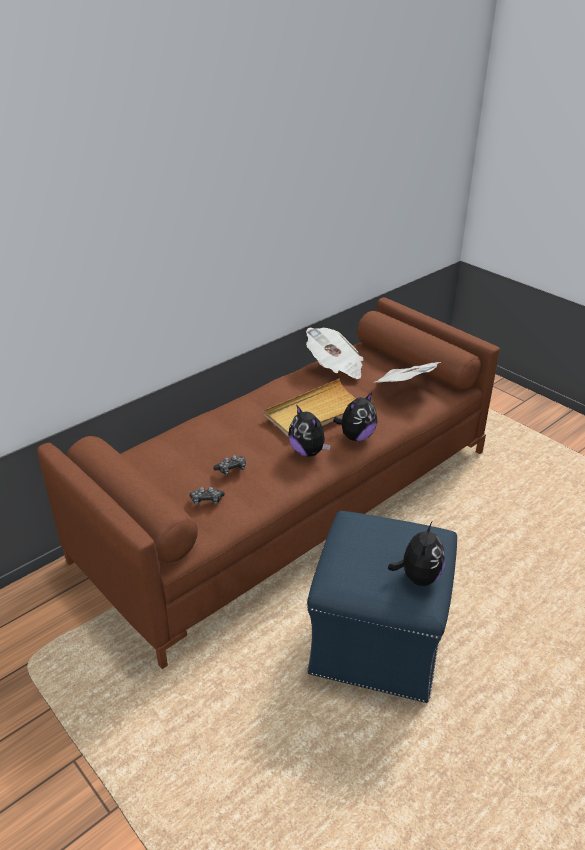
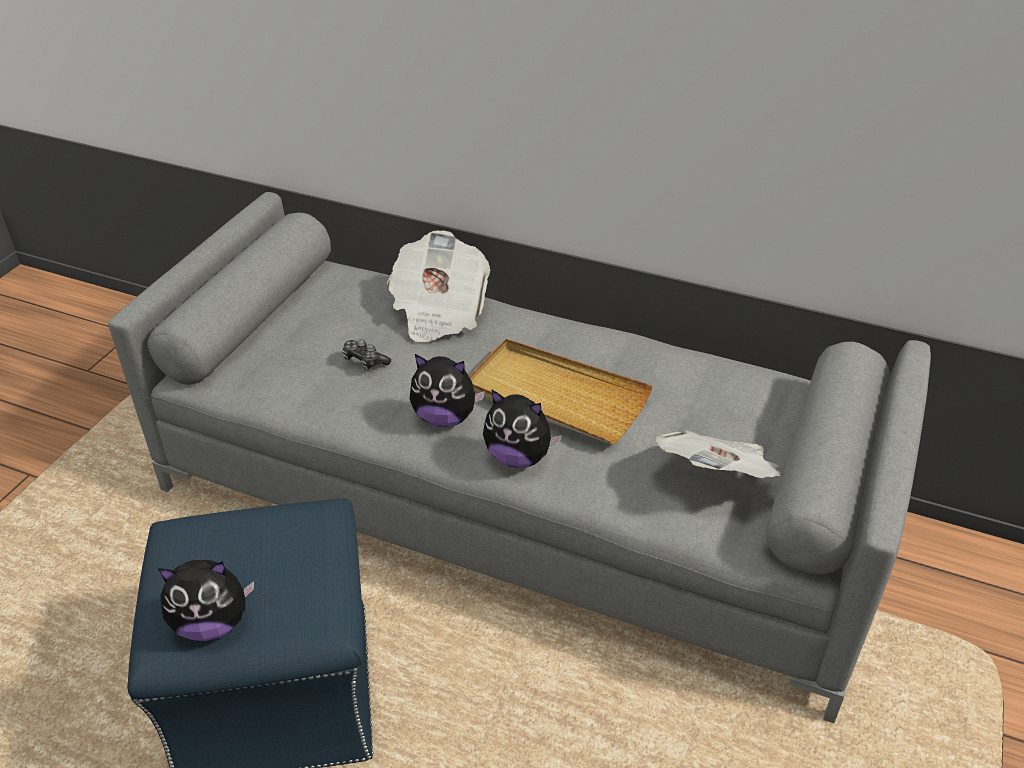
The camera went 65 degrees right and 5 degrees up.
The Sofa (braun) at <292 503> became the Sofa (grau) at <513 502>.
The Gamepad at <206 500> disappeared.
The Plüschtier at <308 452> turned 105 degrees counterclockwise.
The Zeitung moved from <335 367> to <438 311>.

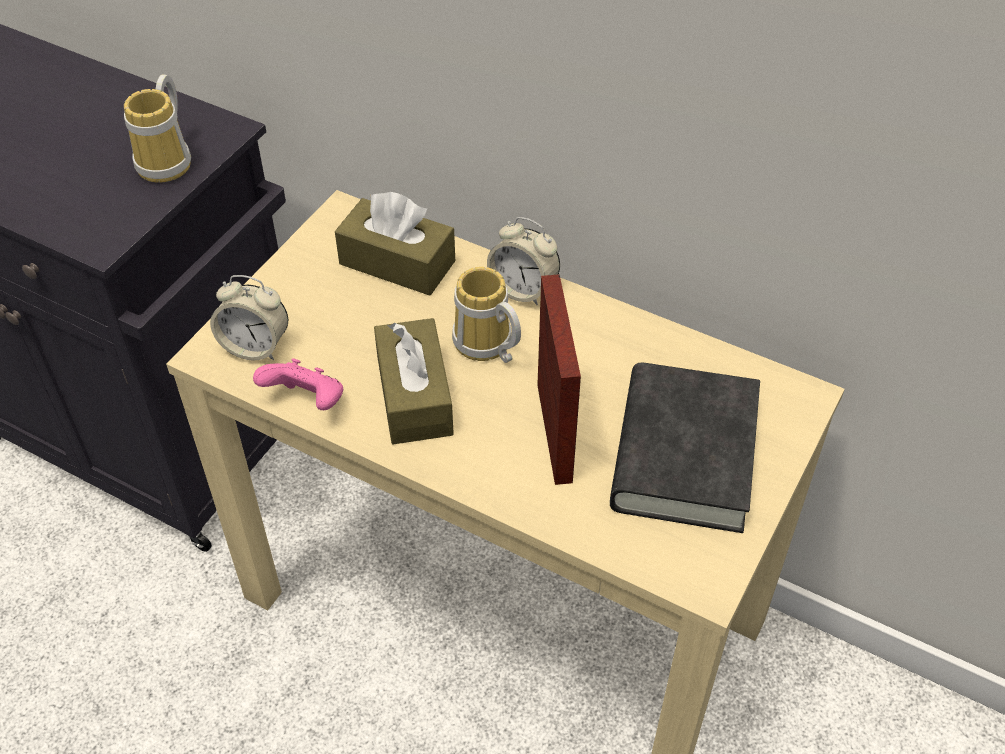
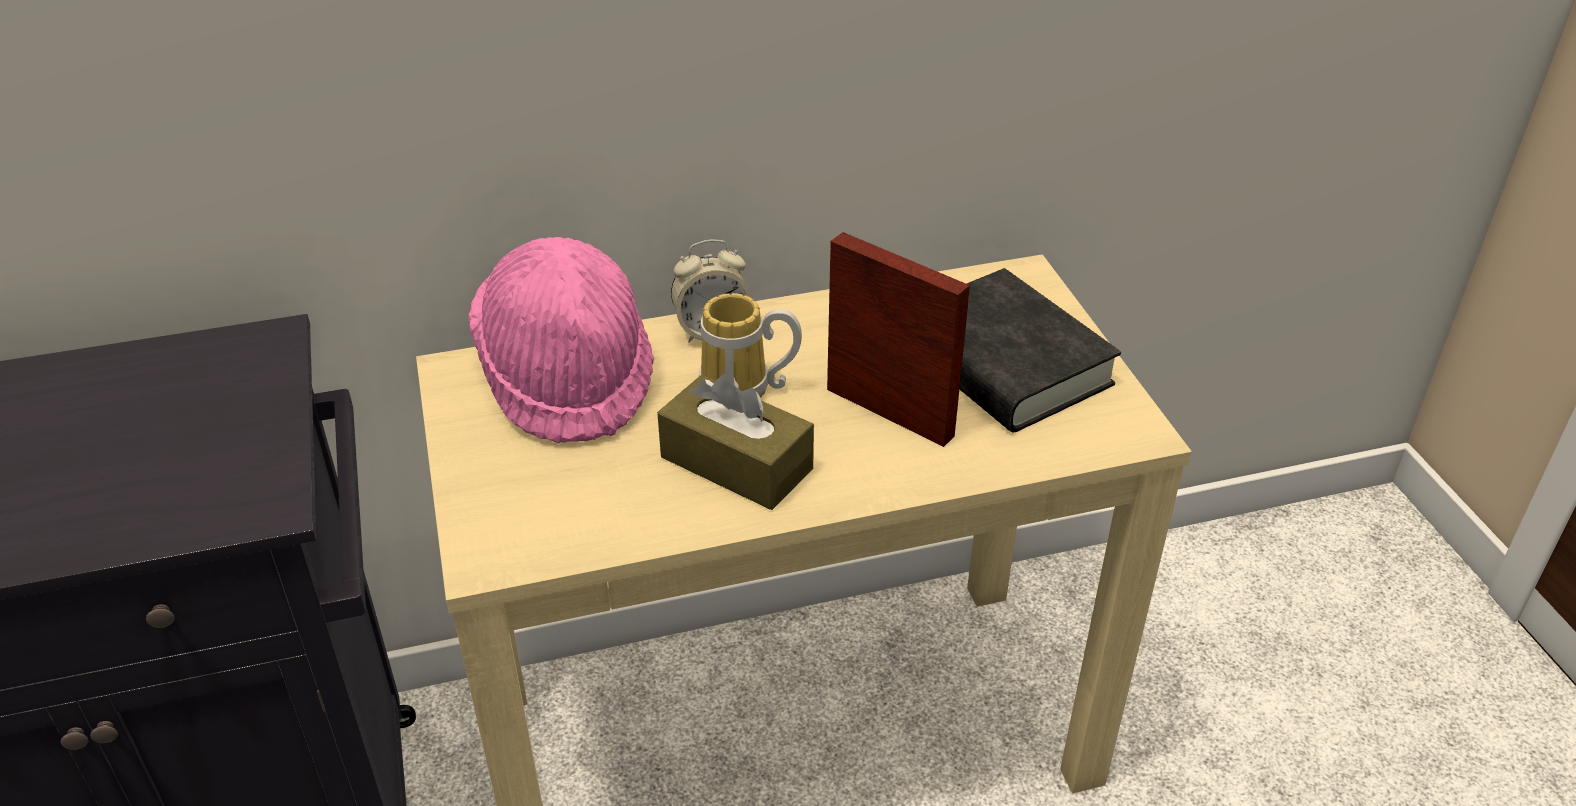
The camera went 45 degrees left and 10 degrees down.
The Henkelbecher at <170 161> disappeared.
The Wecker at <255 346> disappeared.
The Gamepad (rosa) at <307 402> disappeared.
The Taschentuchbox (braun) at <397 262> was replaced by the Hut (rosa) at <567 377>.

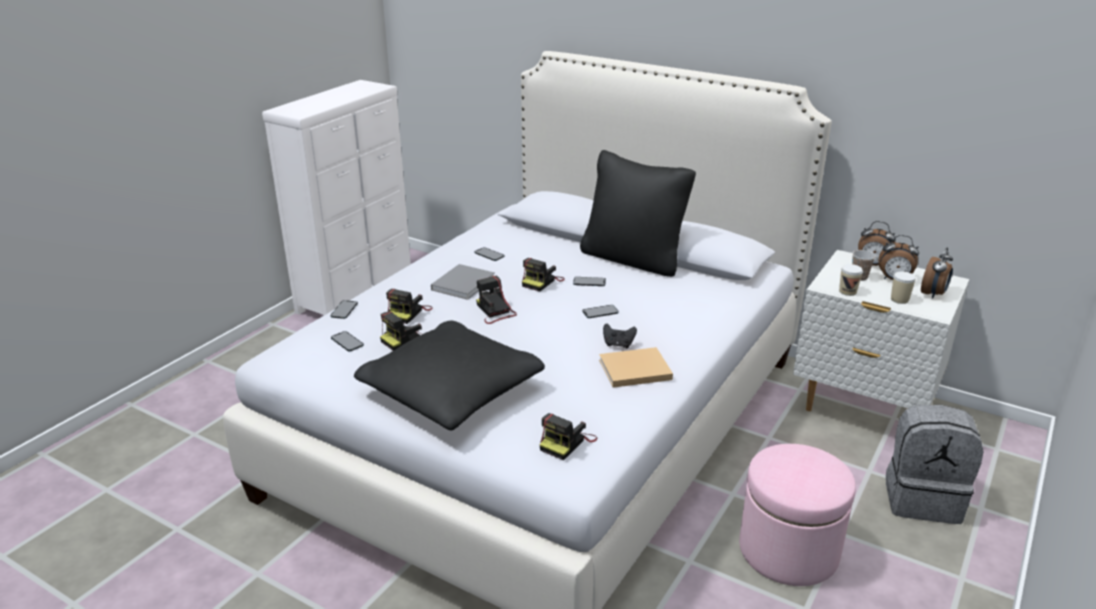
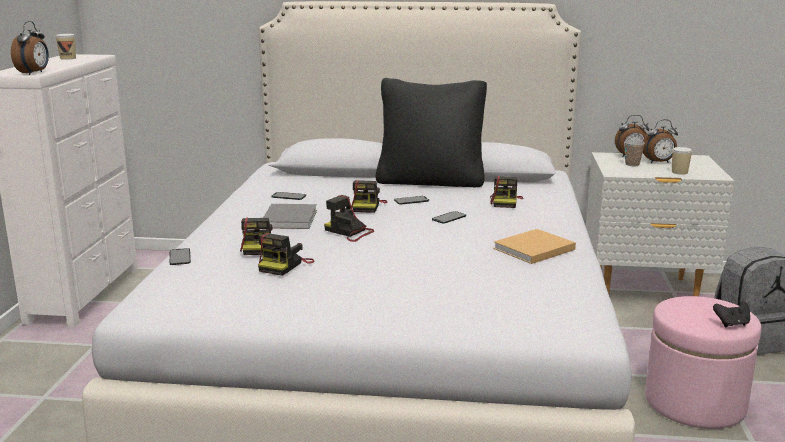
The camera went 25 degrees left and 10 degrees down.
The Handy at <347 341> disappeared.
The Kissen (schwarz) at <452 392> disappeared.
The Kamera moved from <566 442> to <505 202>.
The Gamepad (schwarz) moved from <618 344> to <732 324>.
The Tasse moved from <847 291> to <68 58>.
The Wecker moved from <933 294> to <34 73>.

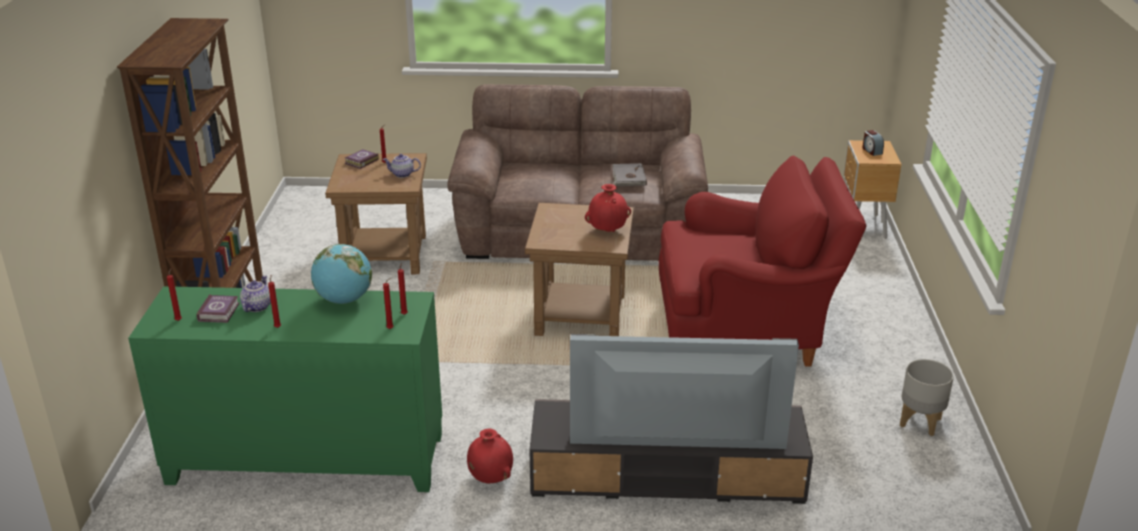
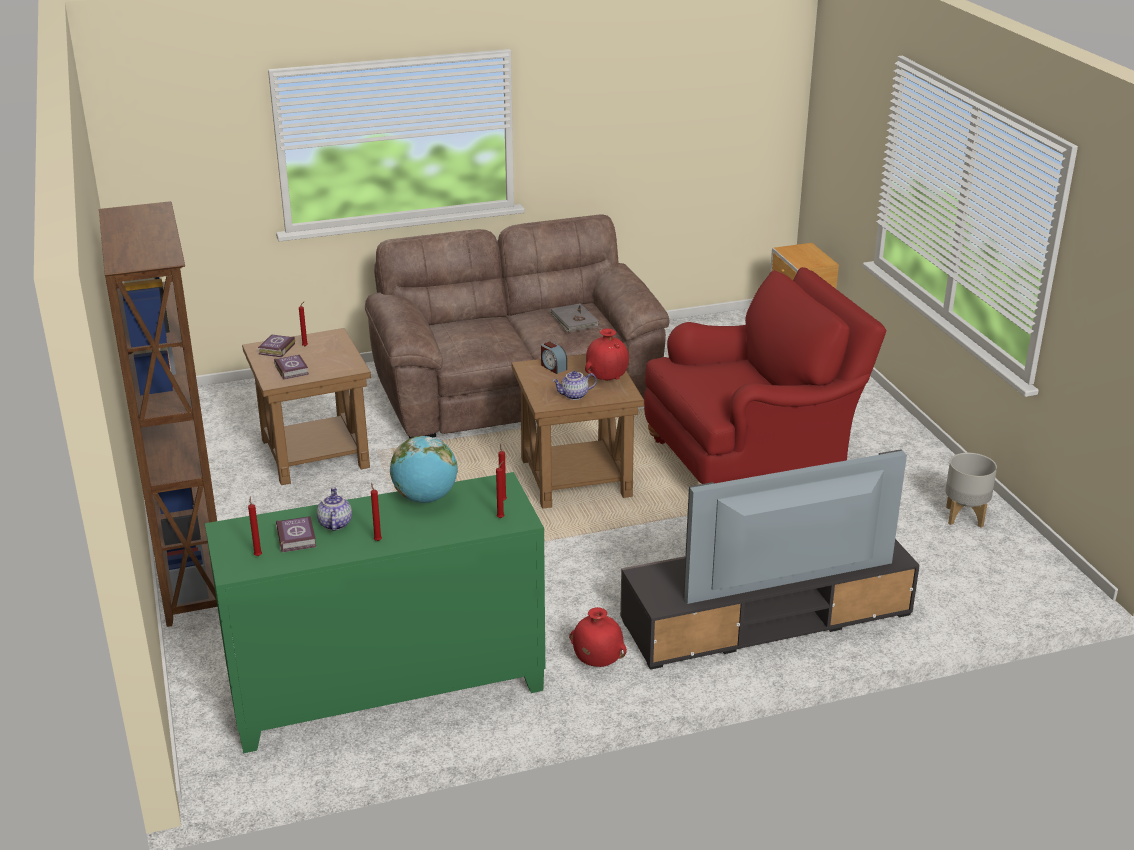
The camera went 20 degrees left and 0 degrees up.
The Teekanne moved from <402 174> to <574 396>.
The Wecker moved from <871 151> to <553 367>.
The Buch at <292 369> appeared.

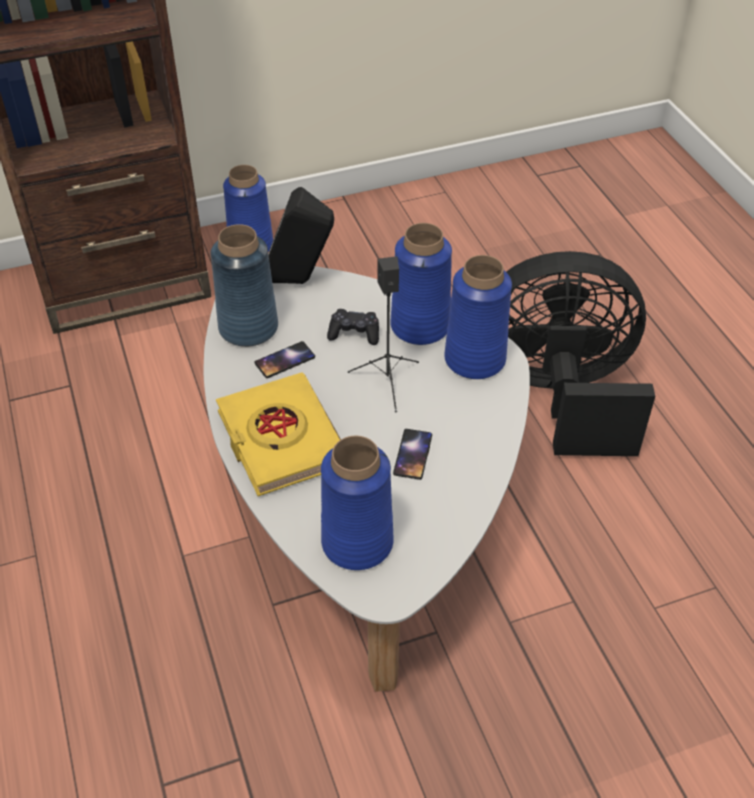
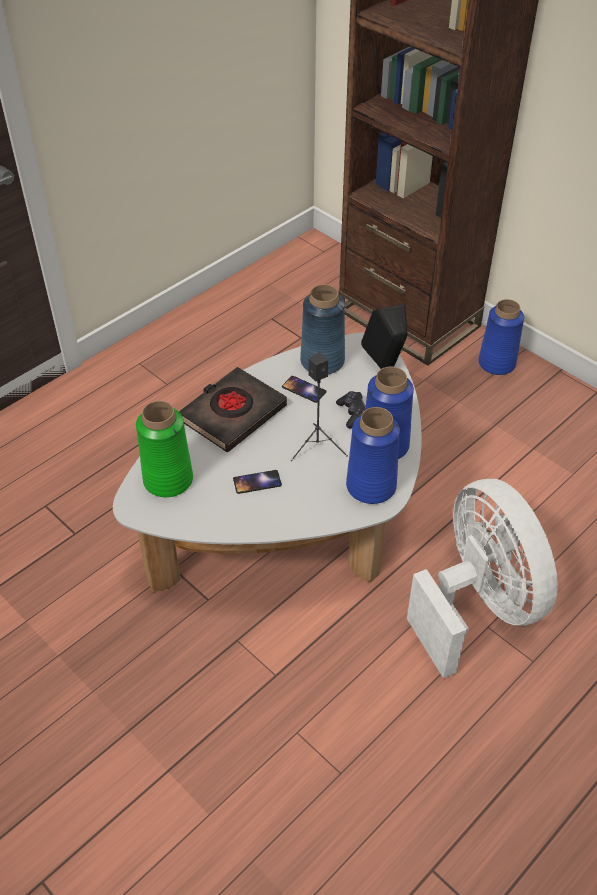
The camera went 65 degrees right and 0 degrees up.
The Buch (gelb) at <281 439> became the Buch (schwarz) at <232 414>.
The Vase (blau) at <356 542> became the Vase (grün) at <168 479>.
The Ventilator (schwarz) at <559 396> became the Ventilator (weiß) at <477 605>.

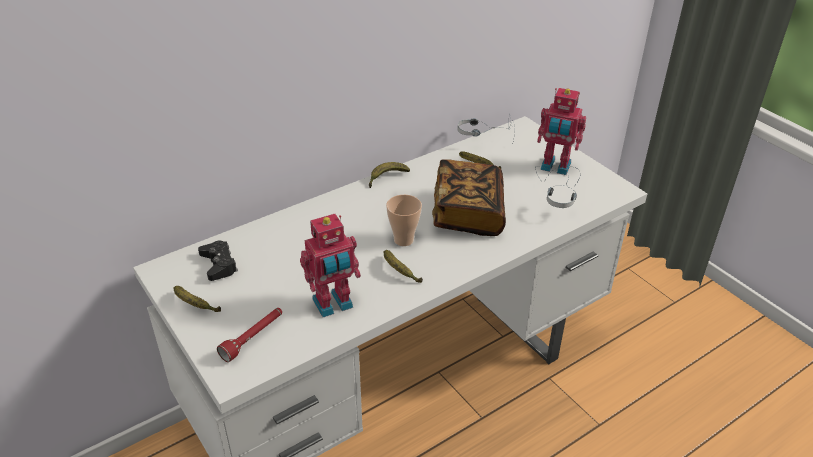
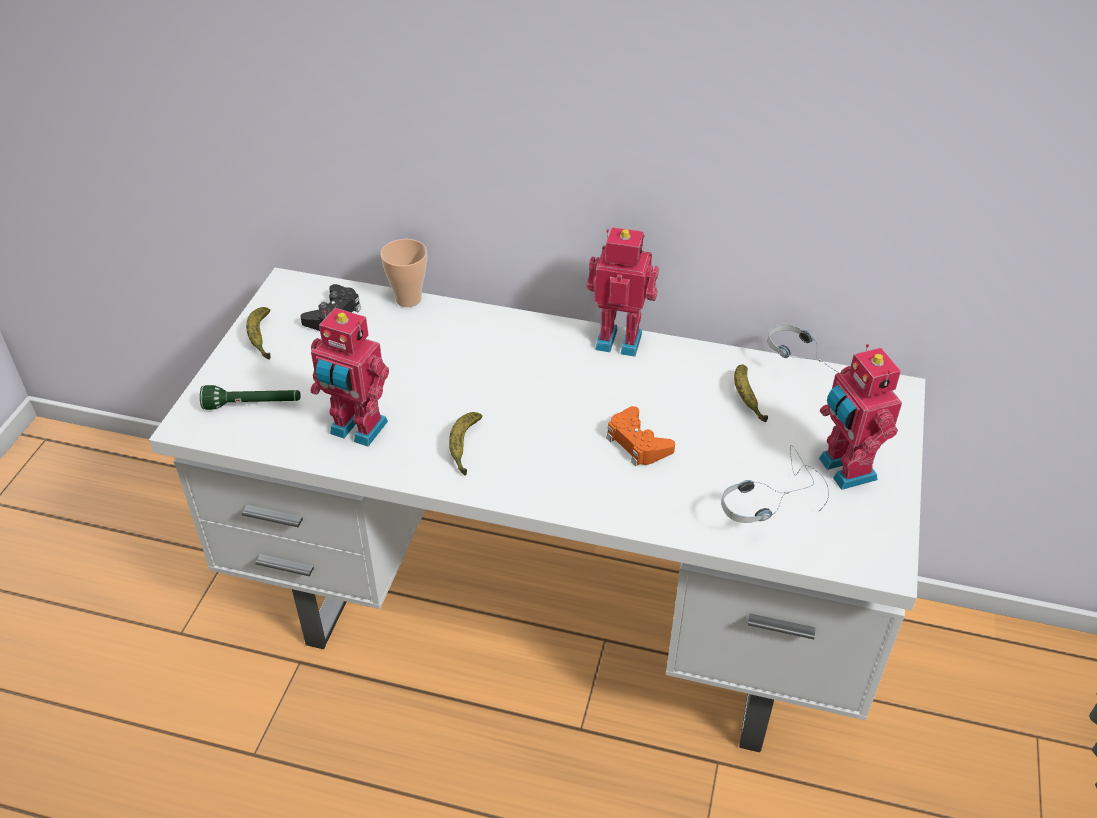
The camera went 50 degrees right and 5 degrees up.
The Taschenlampe (rot) at <253 338> became the Taschenlampe (grün) at <253 405>.
The Banane at <386 178> was replaced by the Spielzeugroboter at <619 339>.
The Tasse moved from <403 240> to <408 299>.
The Buch at <468 213> was replaced by the Gamepad (orange) at <637 443>.

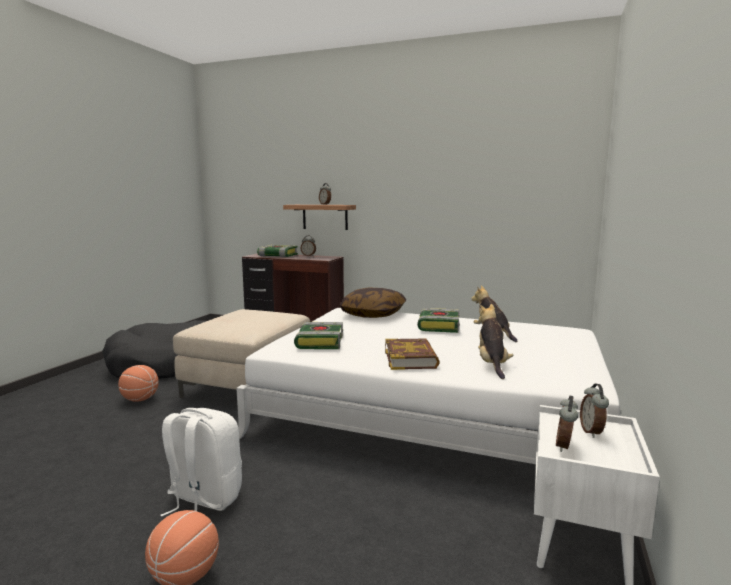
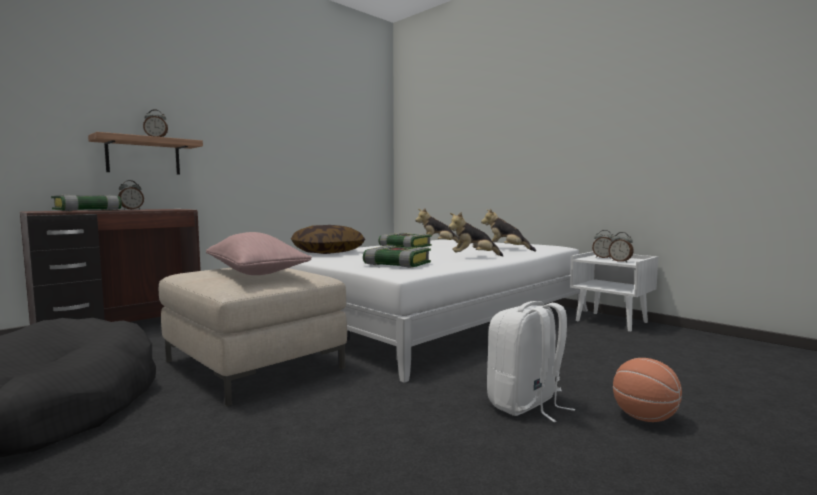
The camera went 65 degrees left and 5 degrees down.
The Basketball at <140 399> disappeared.
The Buch at <411 359> was replaced by the Plüschtier at <473 257>.
The Kissen (rosa) at <256 273> appeared.

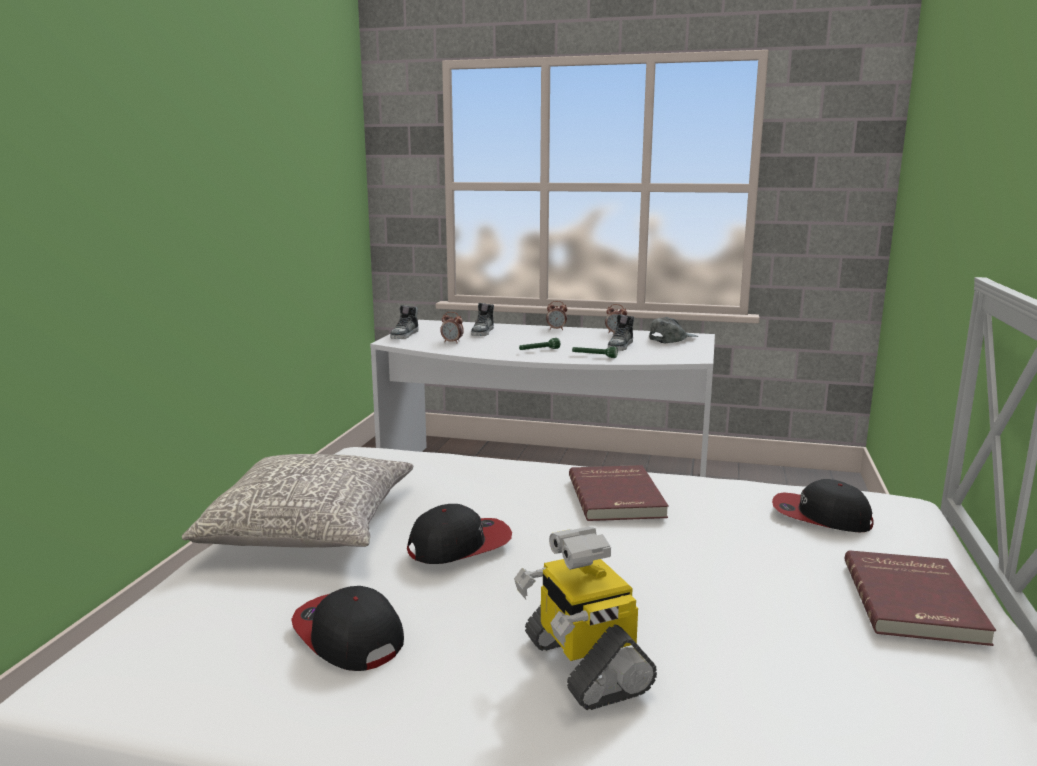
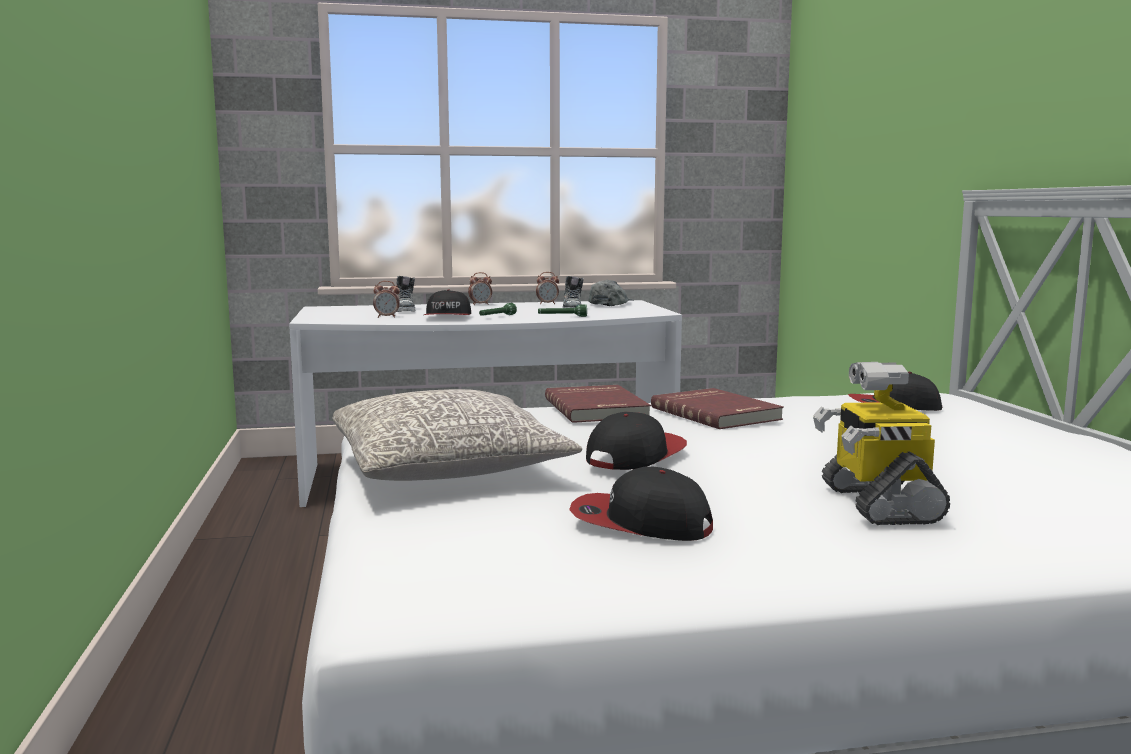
The camera went 25 degrees left and 5 degrees down.
The Schuh at <405 335> disappeared.
The Spielzeugroboter at <583 664> turned 45 degrees clockwise.
The Buch (rot) moved from <915 601> to <598 408>.
The Kappe at <448 317> appeared.

